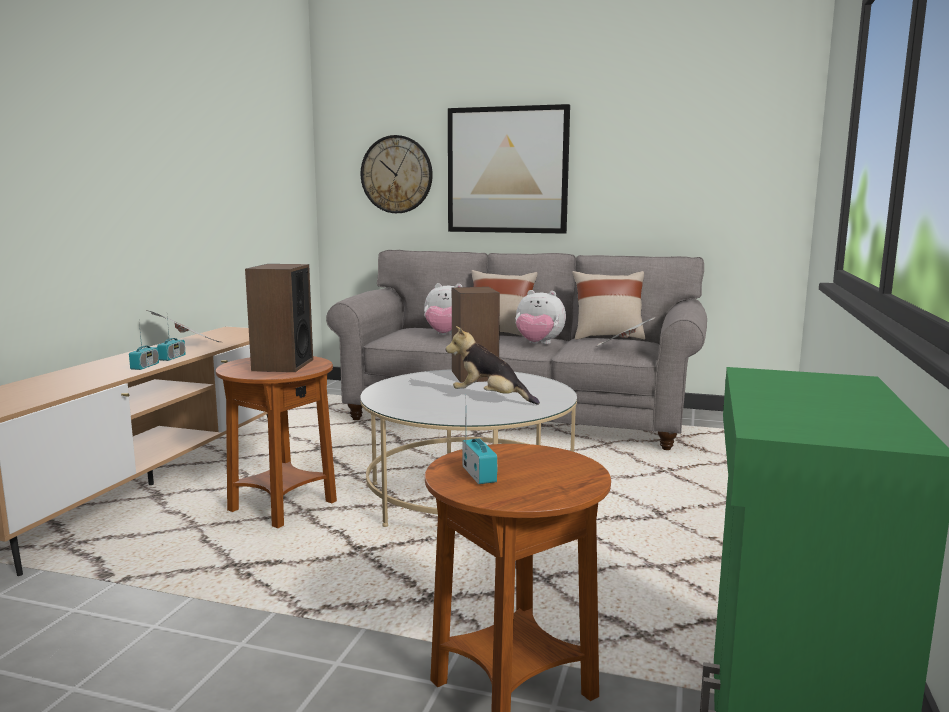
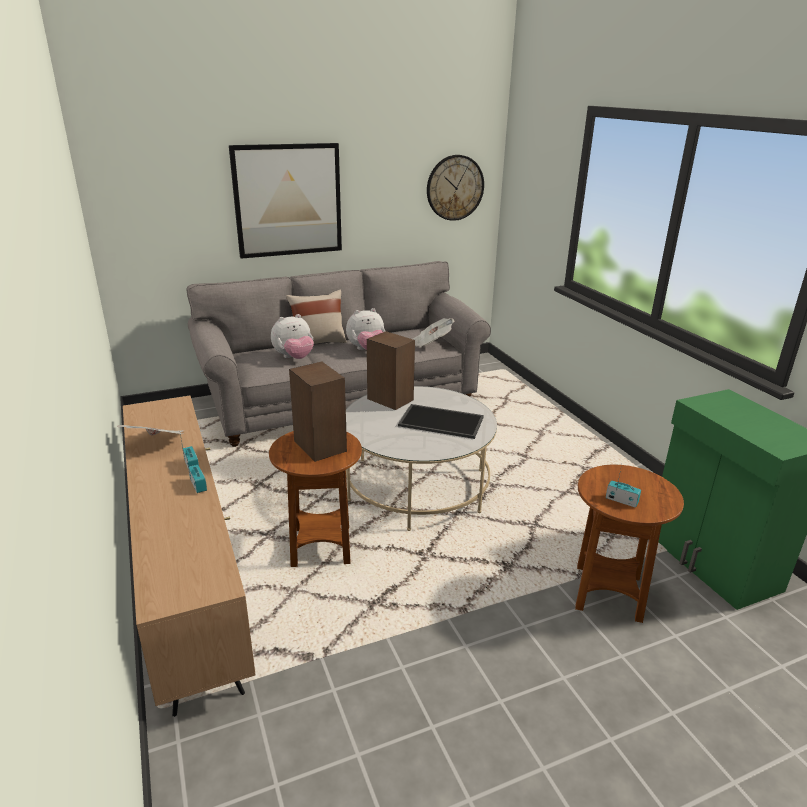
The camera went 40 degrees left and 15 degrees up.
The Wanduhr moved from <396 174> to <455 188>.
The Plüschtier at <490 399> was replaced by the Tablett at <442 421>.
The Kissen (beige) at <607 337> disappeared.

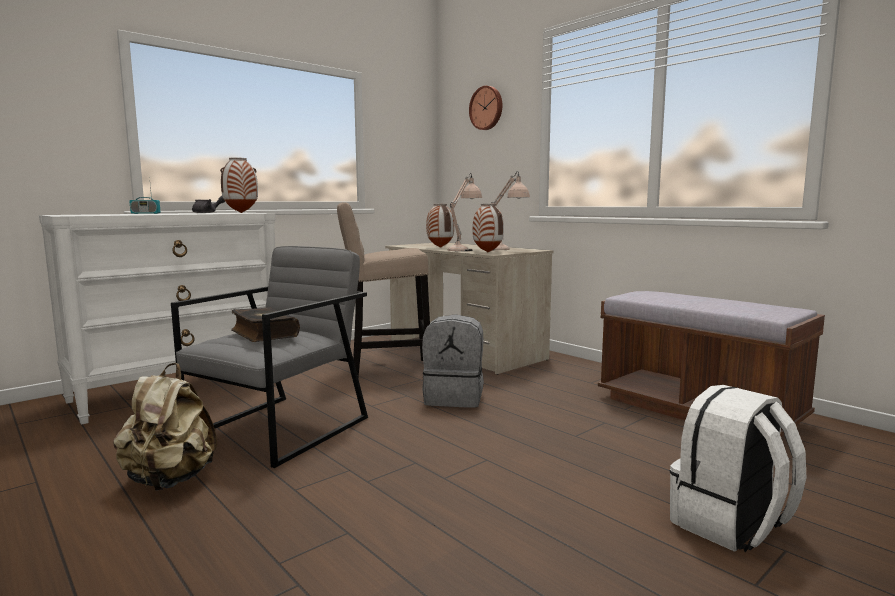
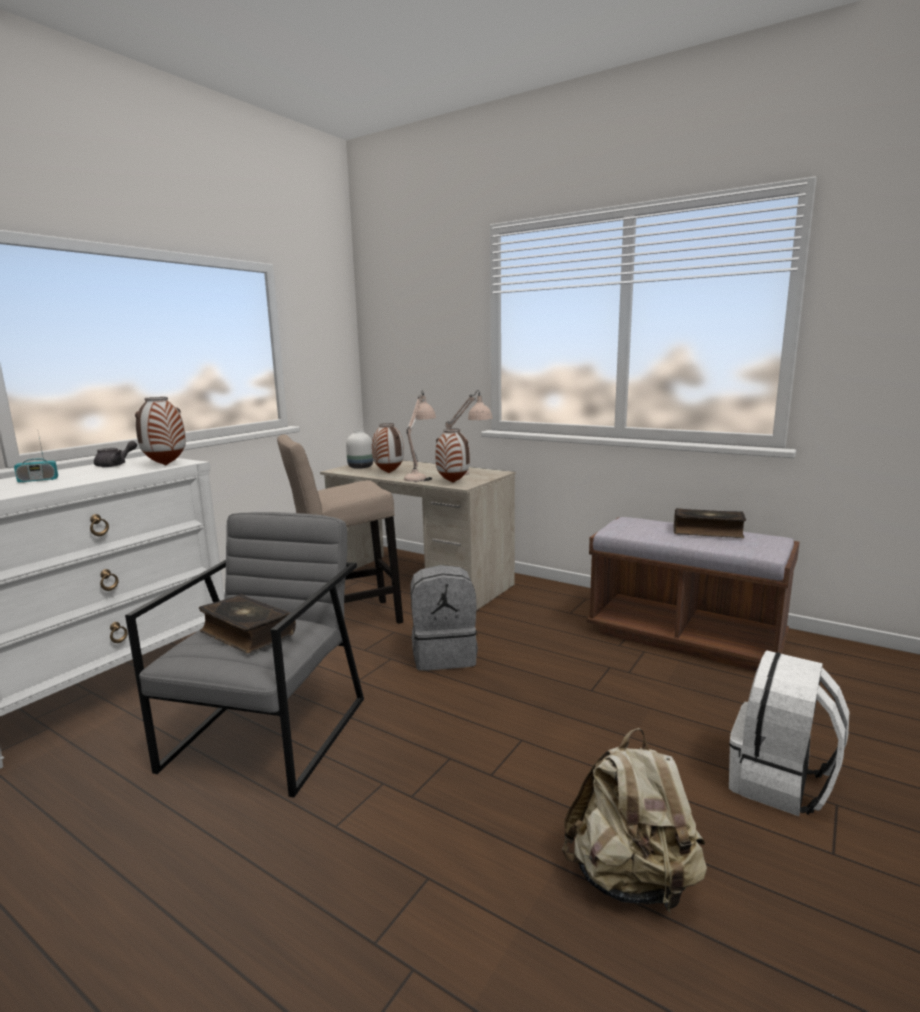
The camera went 15 degrees left and 5 degrees up.
The Rucksack (beige) moved from <170 480> to <631 879>.
The Wanduhr at <487 108> disappeared.
The Vase (weiß) at <360 467> appeared.
The Buch at <707 531> appeared.

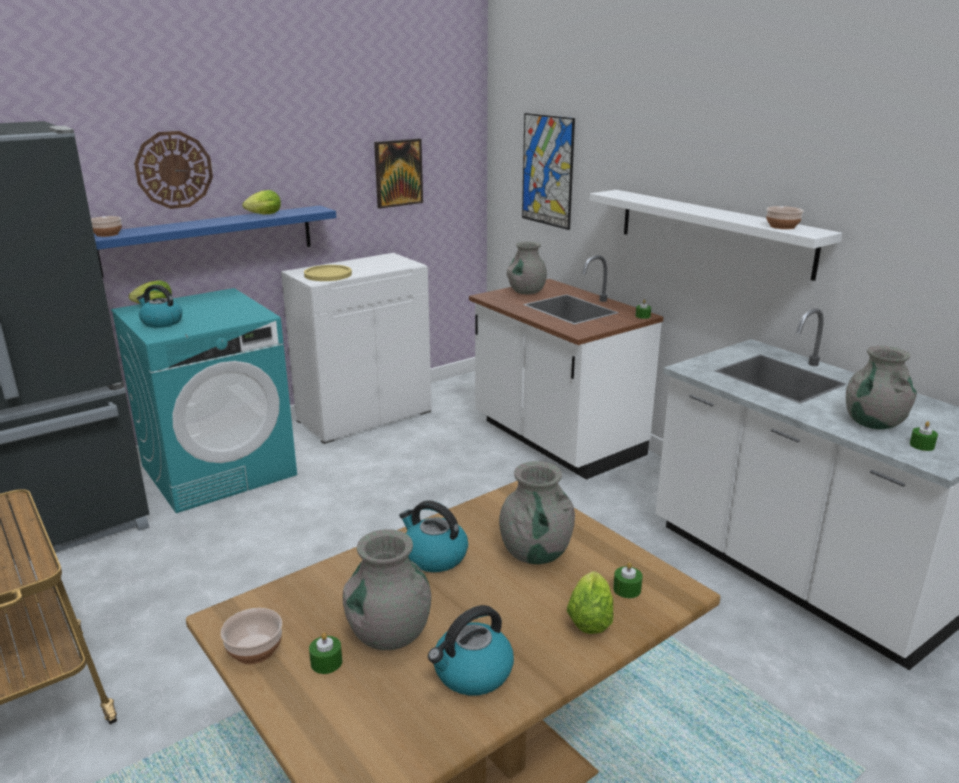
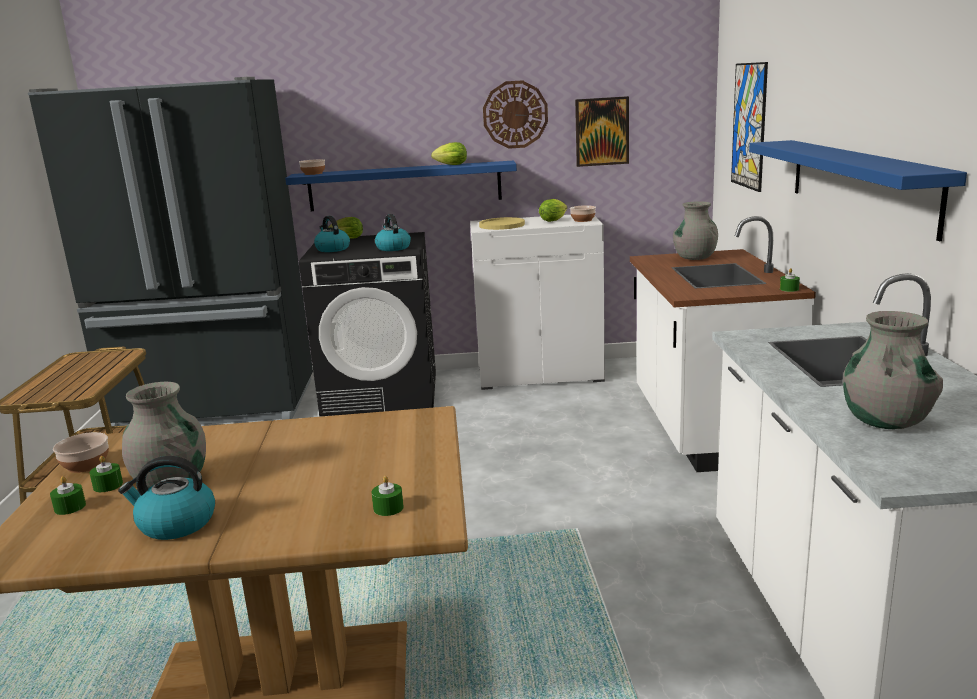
The camera went 35 degrees right and 5 degrees down.
The Waschmaschine (türkis) at <219 470> became the Waschmaschine (schwarz) at <382 392>.
The Wanduhr moved from <174 170> to <515 114>.
The Wasserkessel moved from <434 556> to <393 248>.
The Vase (grau) at <535 553> disappeared.
The Salatkopf moved from <590 616> to <554 220>.
The Wandregal (weiß) at <712 231> became the Wandregal (blau) at <859 183>.
The Schüssel moved from <782 226> to <583 220>.
The Kerze (grün) moved from <922 445> to <70 507>.

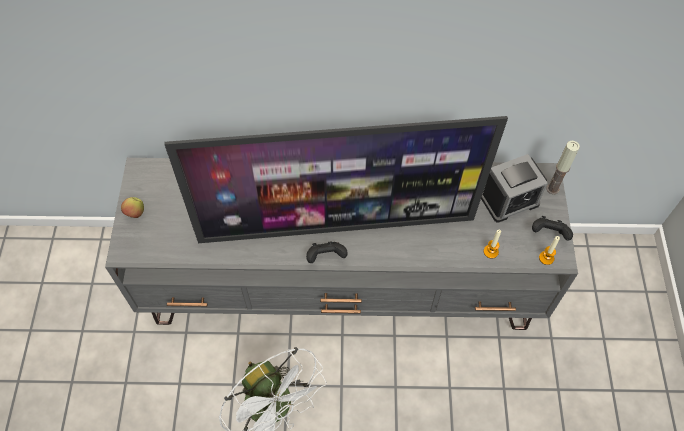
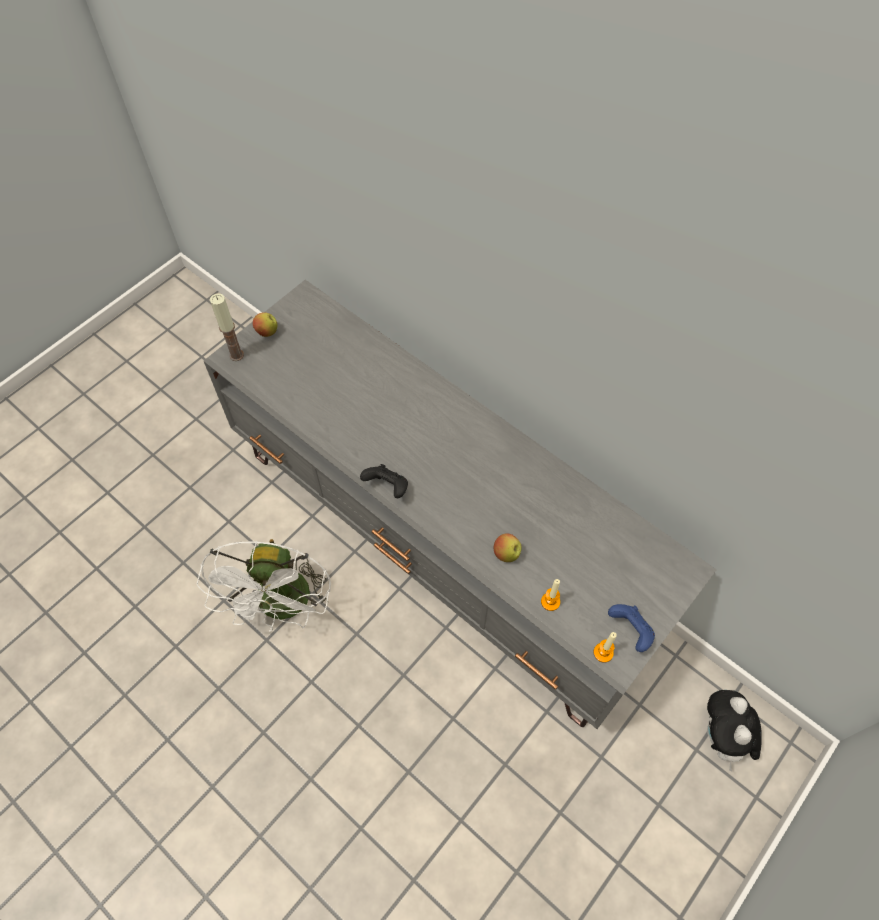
The camera went 40 degrees right and 0 degrees up.
The Fernseher at <337 226> disappeared.
The Wecker at <509 200> disappeared.
The Gamepad (schwarz) at <549 234> became the Gamepad (blau) at <630 631>.
The Kerze moved from <552 189> to <236 355>.
The Apfel at <506 554> appeared.
The Plüschtier at <721 738> appeared.

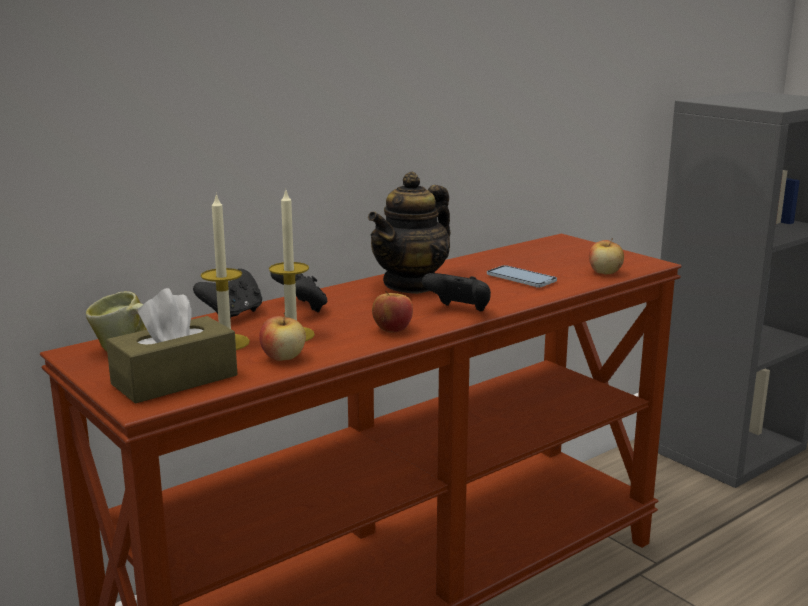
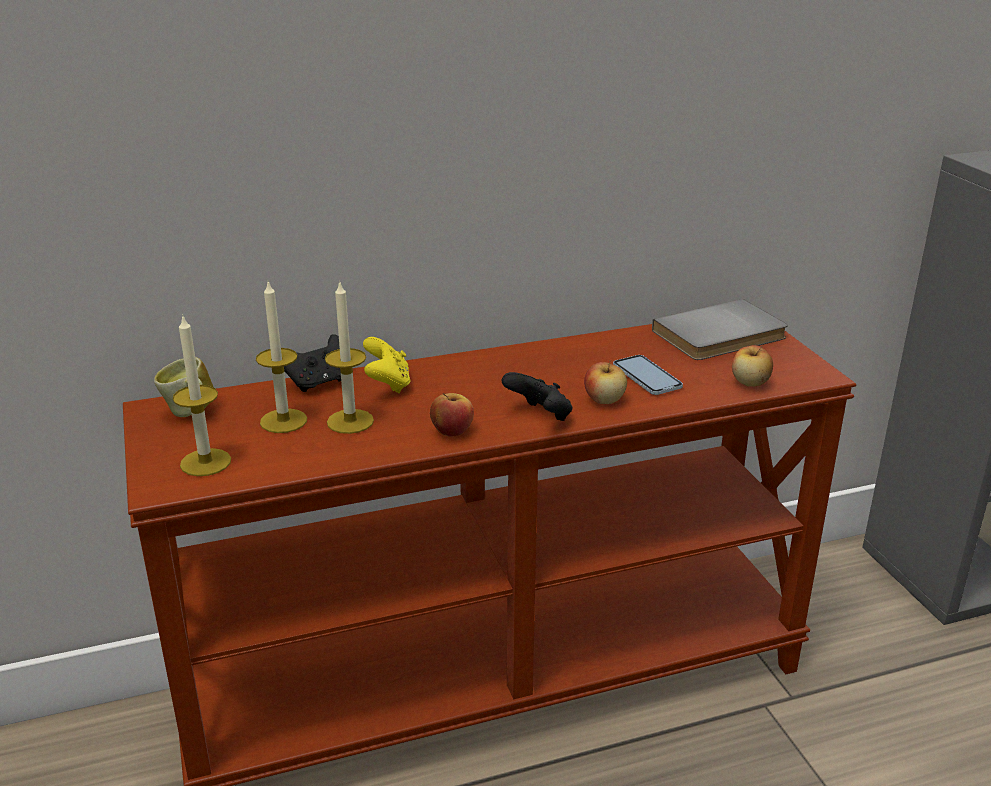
The camera went 20 degrees right and 10 degrees up.
The Taschentuchbox (braun) at <175 380> was replaced by the Kerze at <205 462>.
The Apfel moved from <283 357> to <604 400>.
The Gamepad (schwarz) at <301 308> became the Gamepad (gelb) at <387 384>.
The Teekanne at <412 284> disappeared.
The Buch (grau) at <722 336> appeared.

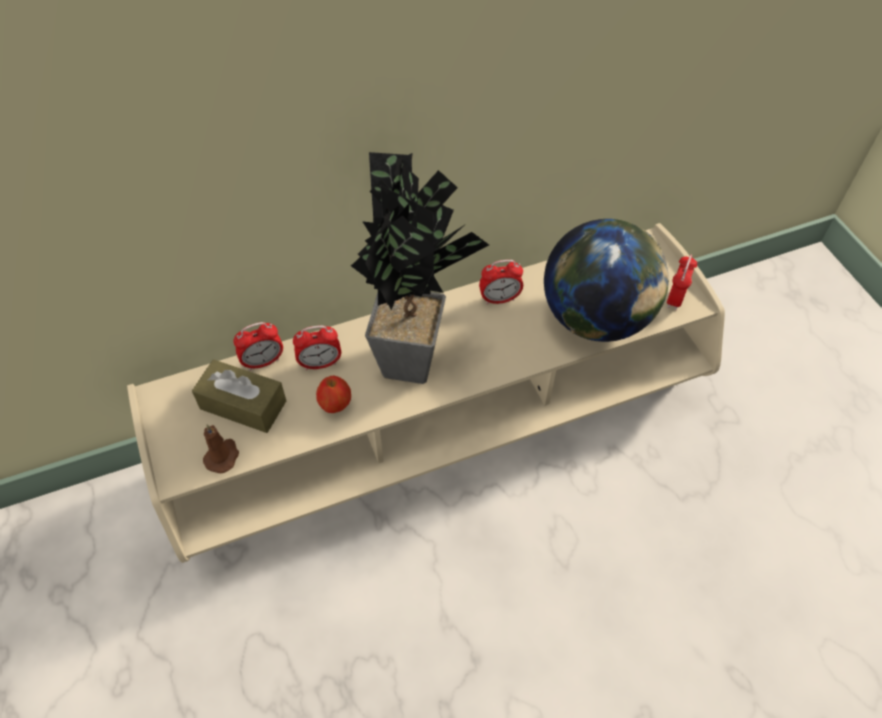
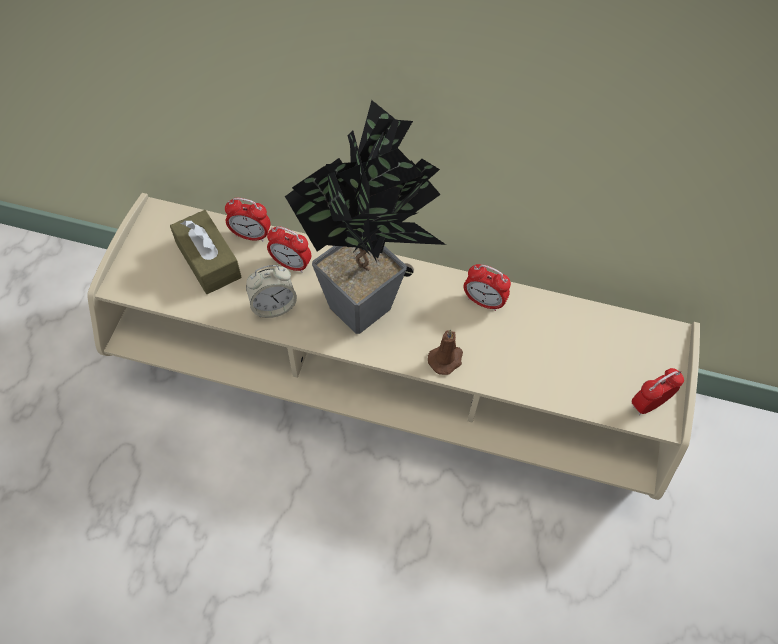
The camera went 35 degrees right and 5 degrees up.
The Kerze (braun) moved from <222 456> to <446 359>.
The Apfel at <335 405> was replaced by the Wecker at <273 306>.
The Globus at <595 319> disappeared.

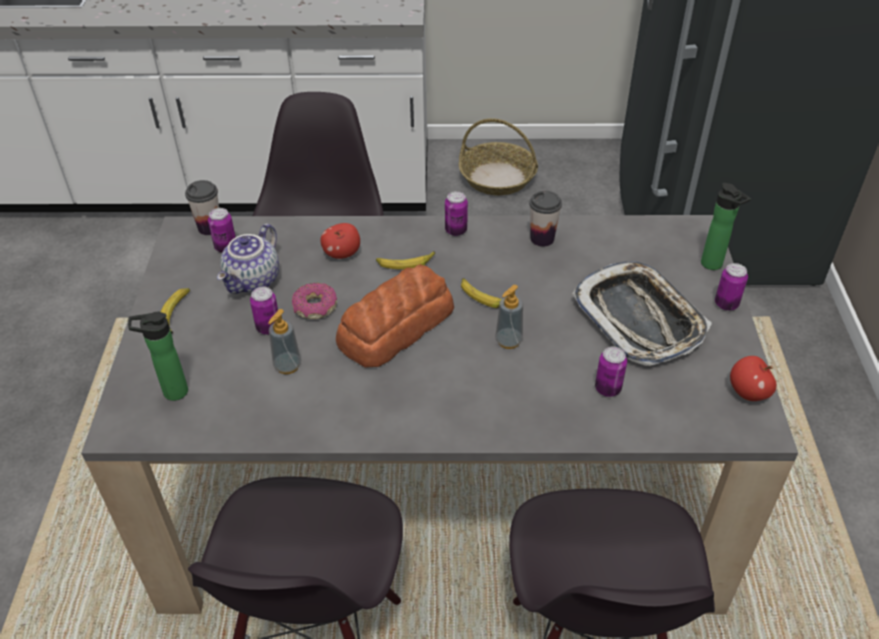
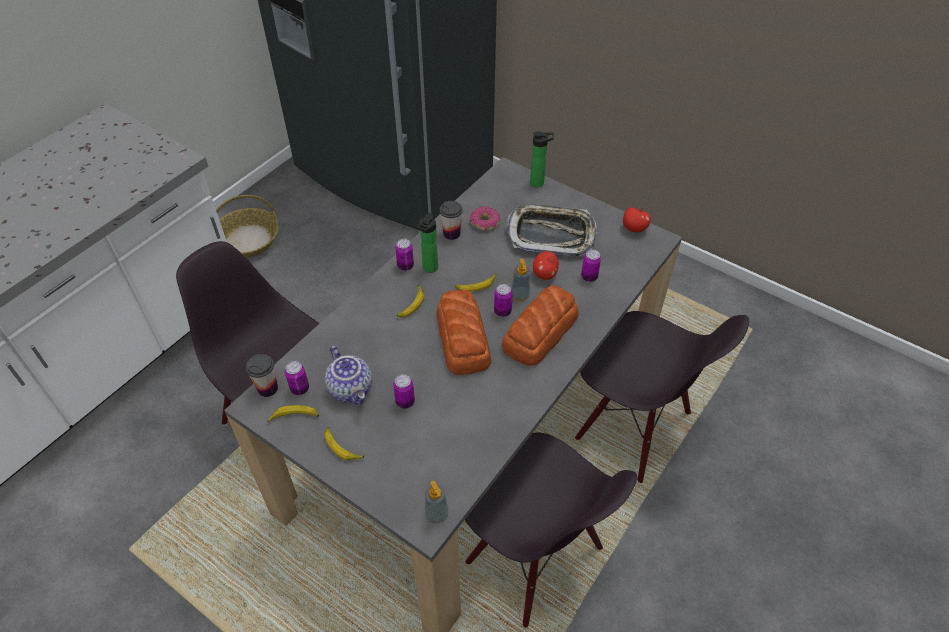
The camera went 55 degrees left and 5 degrees up.
The Flasche moved from <171 392> to <429 269>.
The Seifenspender moved from <287 366> to <436 514>.
The Donut moved from <315 307> to <485 222>.
The Apfel moved from <342 254> to <544 274>.
The Dose moved from <726 304> to <502 311>.
The Banane at <294 417> appeared.
The Brot at <539 332> appeared.

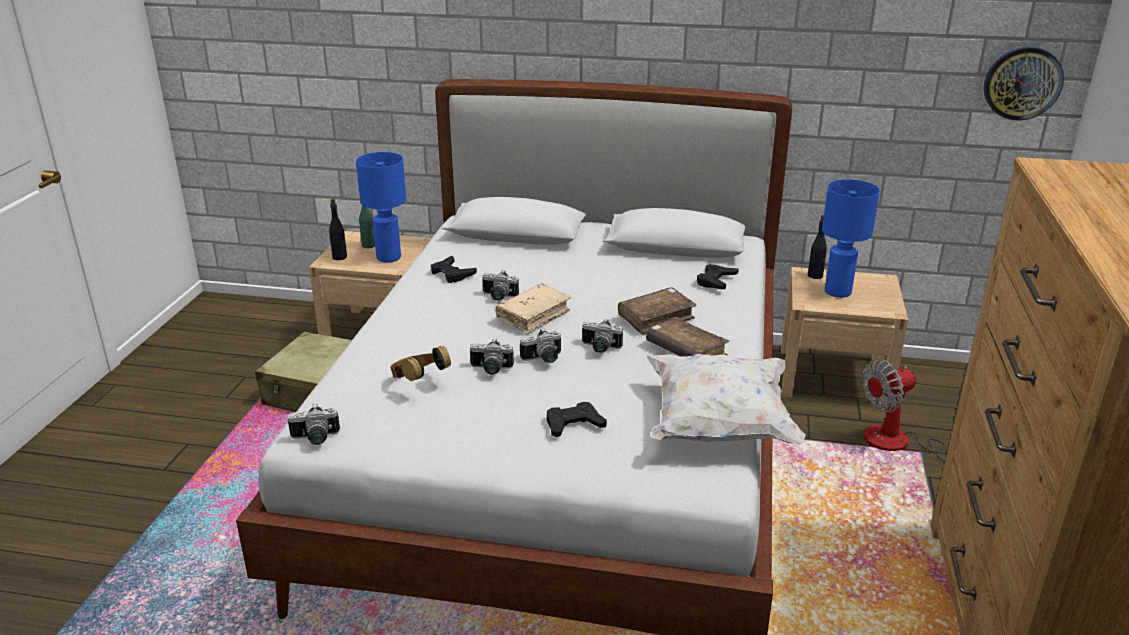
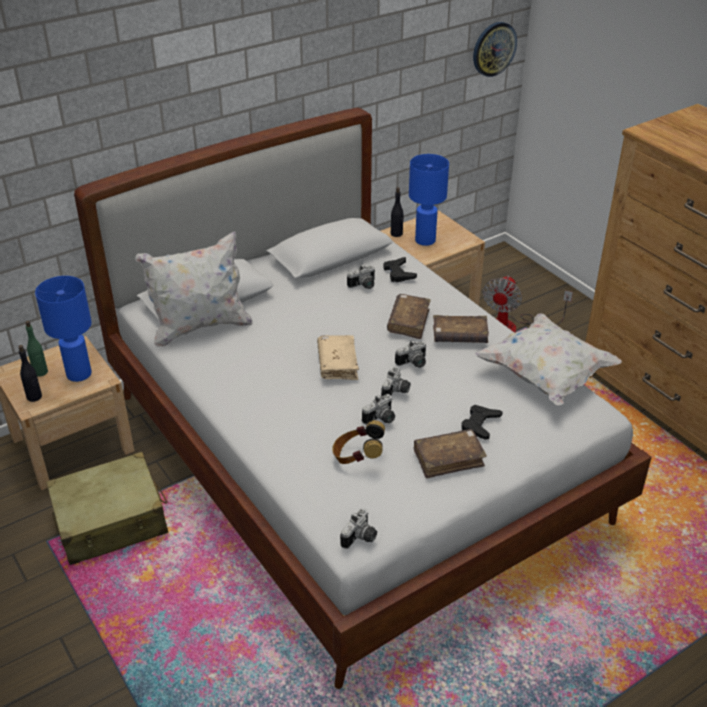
The camera went 45 degrees left and 10 degrees up.
The Gamepad (schwarz) at <452 274> disappeared.
The Kamera moved from <498 297> to <363 286>.
The Kissen (weiß) at <200 327> appeared.
The Buch (braun) at <448 459> appeared.

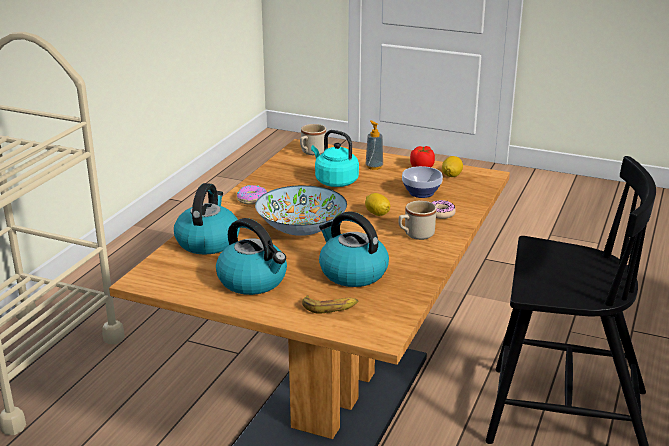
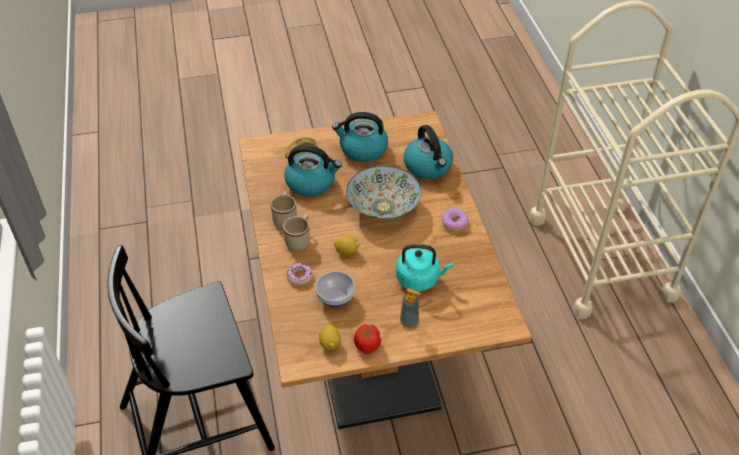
The camera went 145 degrees right and 20 degrees up.
The Henkelbecher (beige) moved from <311 152> to <285 217>.

